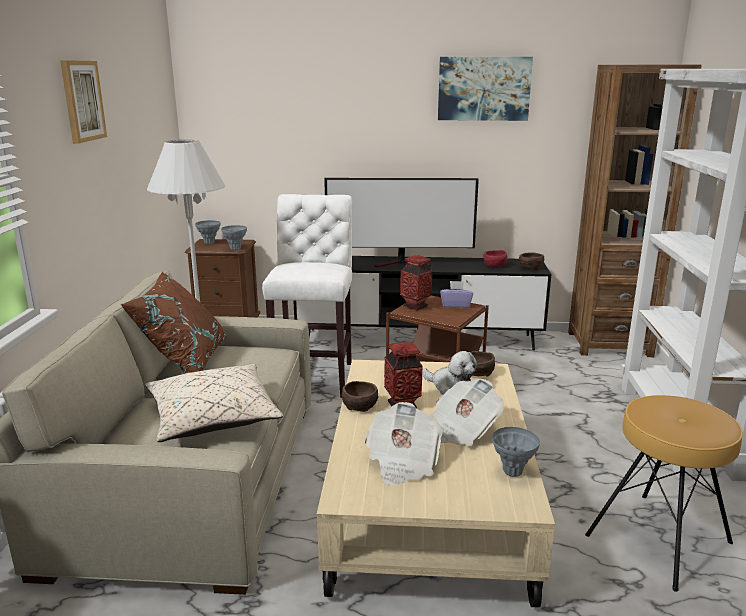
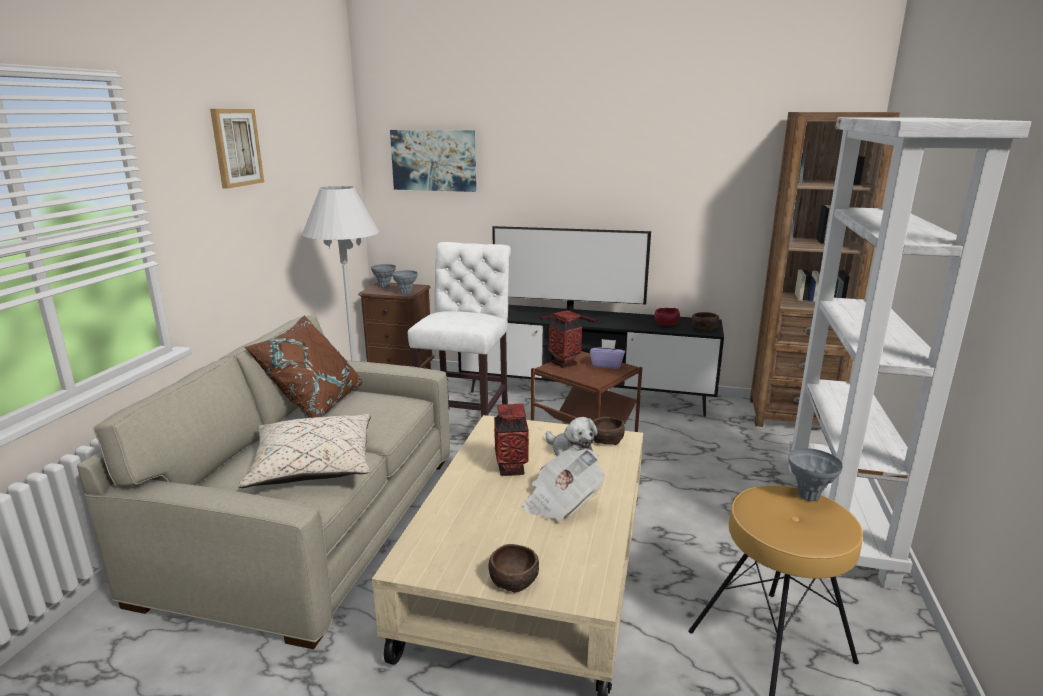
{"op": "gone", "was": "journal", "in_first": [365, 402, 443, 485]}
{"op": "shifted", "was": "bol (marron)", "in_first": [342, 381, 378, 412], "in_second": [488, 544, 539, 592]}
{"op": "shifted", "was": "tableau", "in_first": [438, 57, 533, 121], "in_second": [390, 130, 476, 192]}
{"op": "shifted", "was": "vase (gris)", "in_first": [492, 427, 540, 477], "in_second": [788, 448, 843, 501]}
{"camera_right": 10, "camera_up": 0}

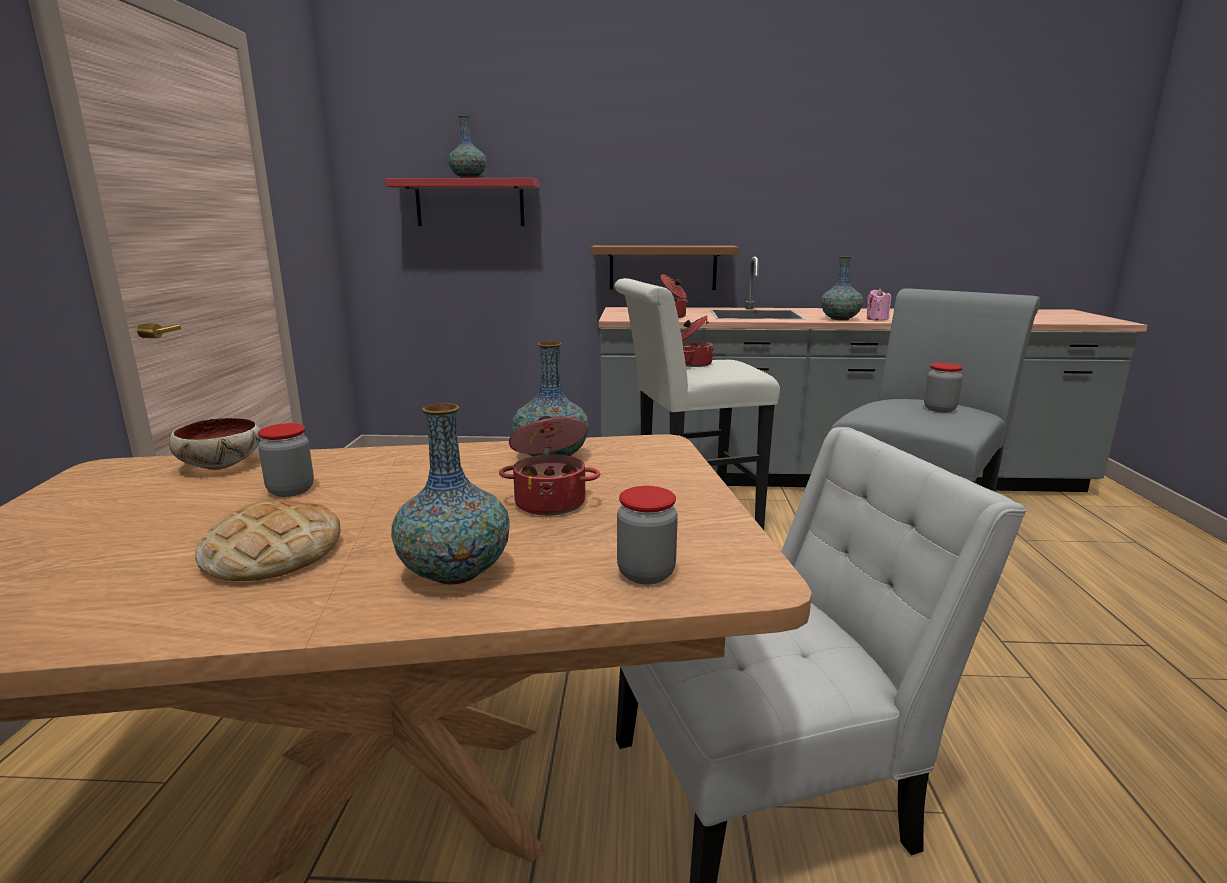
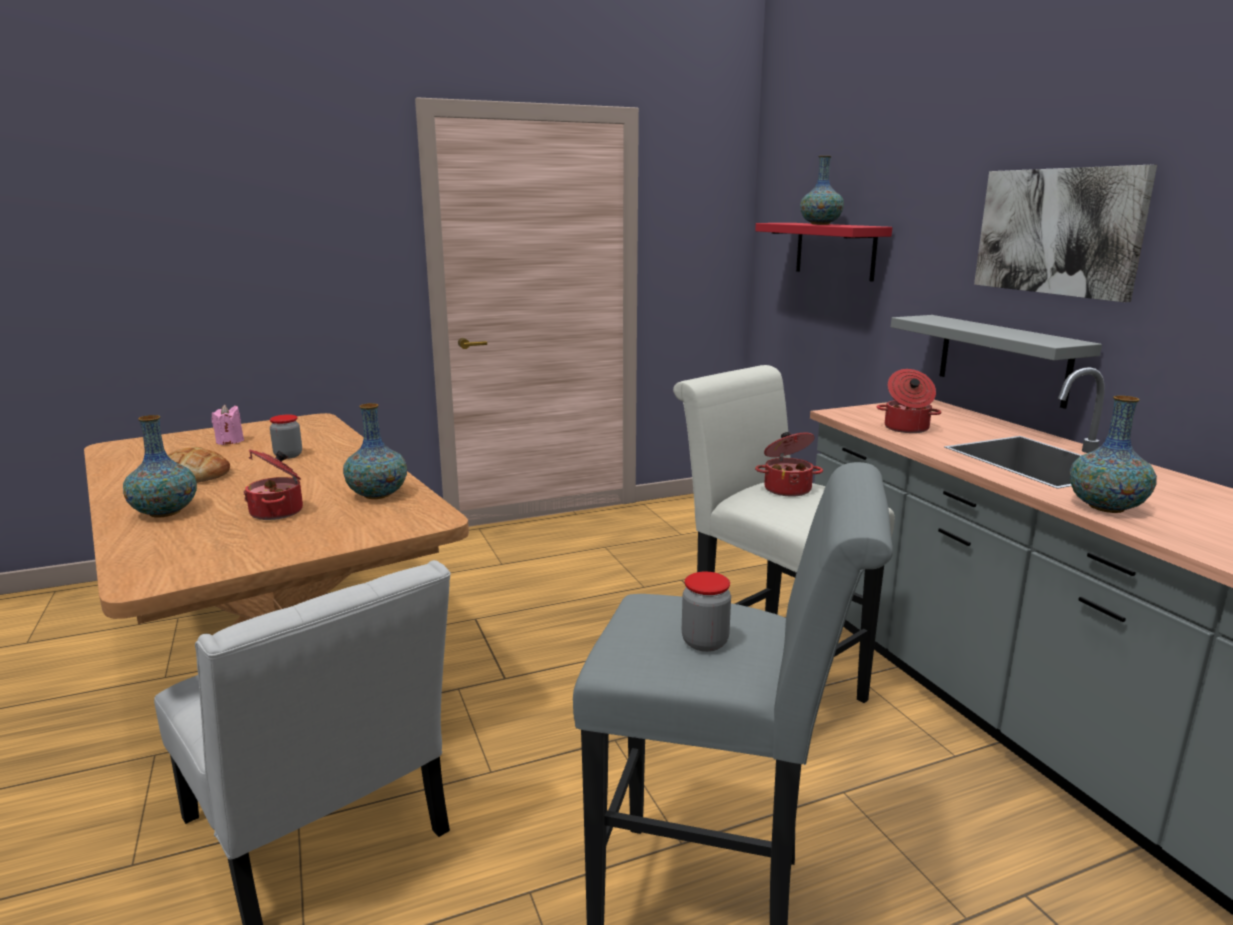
{"op": "gone", "was": "bol", "in_first": [169, 418, 261, 470]}
{"op": "gone", "was": "bocal", "in_first": [617, 486, 678, 584]}
{"op": "new", "now": "tableau", "in_second": [974, 165, 1157, 302]}
{"op": "shifted", "was": "bougie (rose)", "in_first": [867, 288, 891, 320], "in_second": [212, 405, 244, 445]}
{"op": "repainted", "was": "étagère (marron)", "now": "étagère (gris)", "in_first": [591, 245, 739, 290], "in_second": [891, 315, 1102, 409]}
{"camera_right": 65, "camera_up": 0}

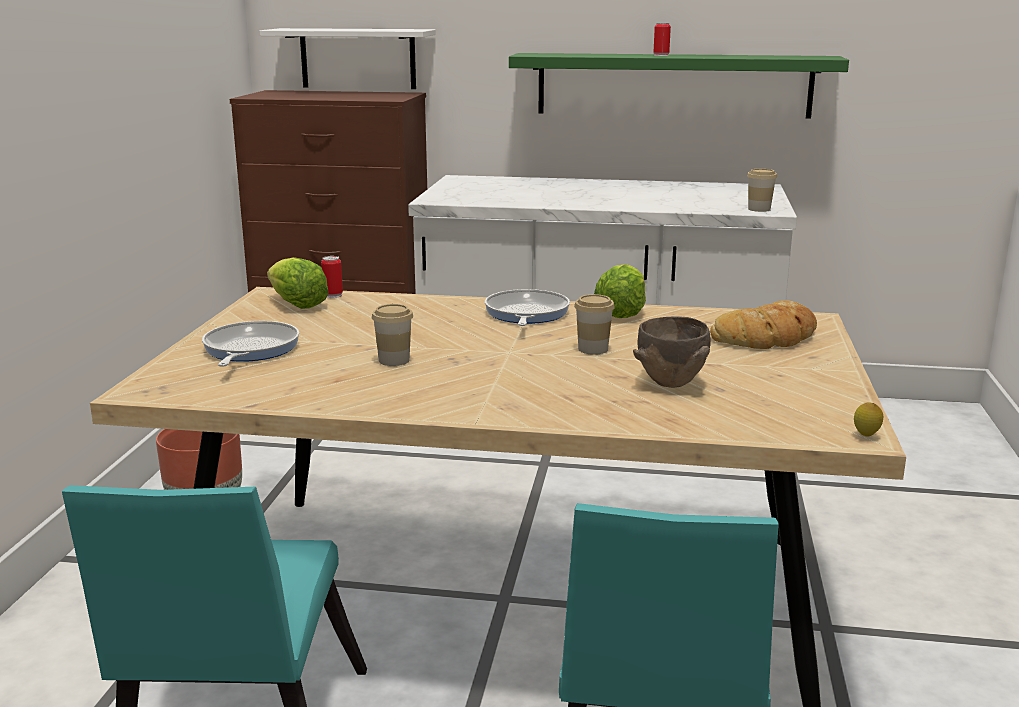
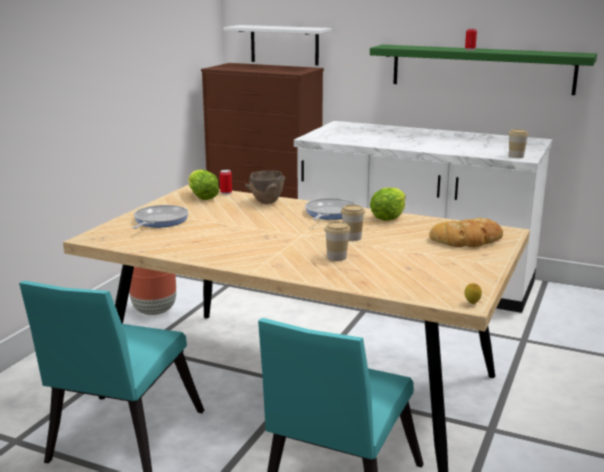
{"op": "shifted", "was": "tasse", "in_first": [372, 304, 413, 366], "in_second": [324, 222, 350, 261]}
{"op": "shifted", "was": "bol (marron)", "in_first": [633, 316, 711, 388], "in_second": [245, 171, 285, 204]}
{"camera_right": 15, "camera_up": 0}

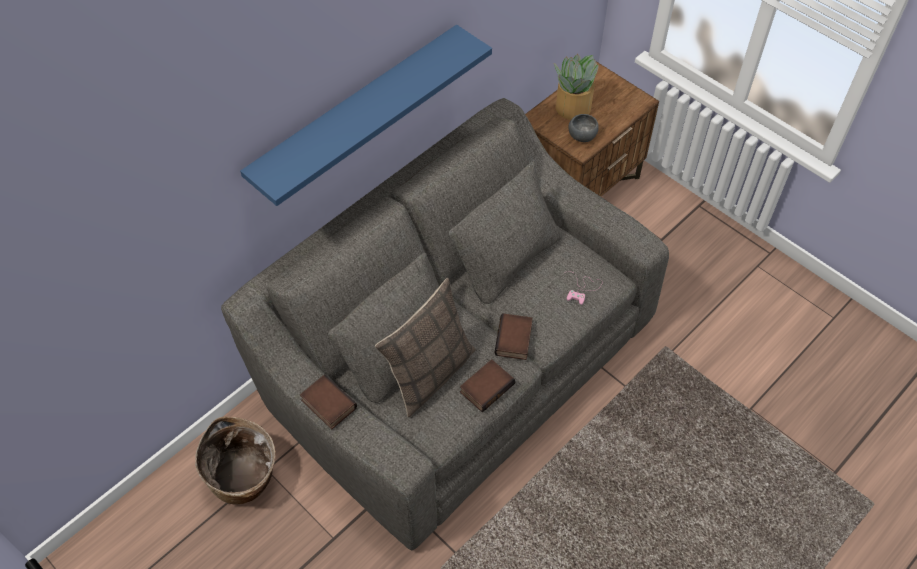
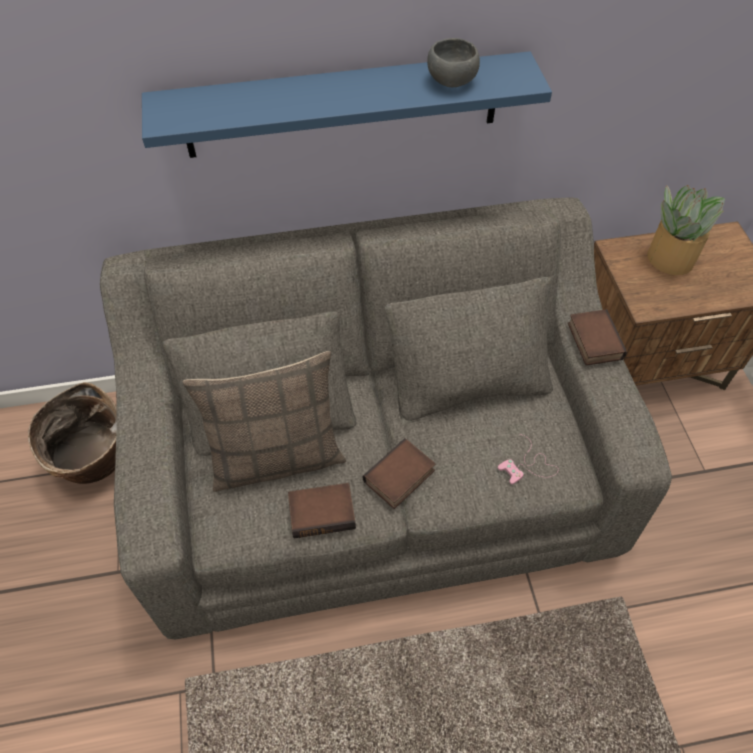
{"op": "shifted", "was": "livre", "in_first": [300, 374, 357, 429], "in_second": [568, 309, 627, 365]}
{"op": "shifted", "was": "bol (gris)", "in_first": [568, 114, 599, 142], "in_second": [427, 38, 480, 87]}
{"camera_right": 35, "camera_up": 0}

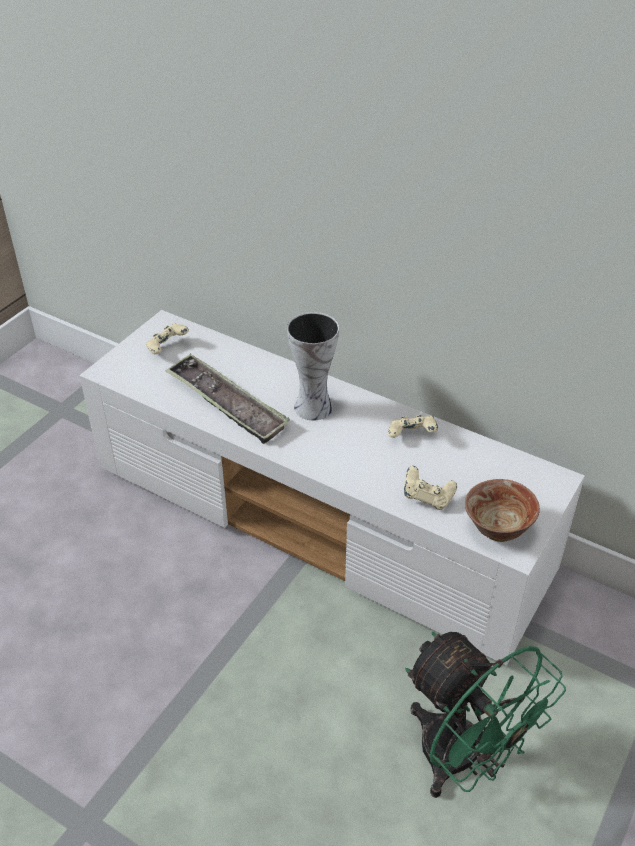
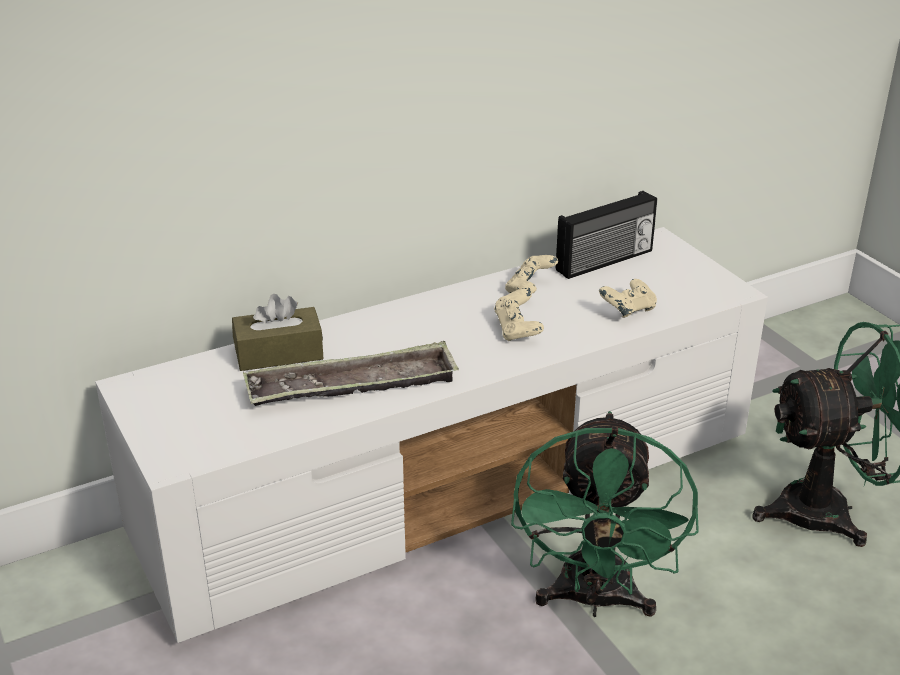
{"op": "gone", "was": "vase", "in_first": [287, 312, 339, 421]}
{"op": "gone", "was": "bol", "in_first": [465, 479, 540, 542]}
{"op": "new", "now": "boîte à mouchoirs (marron)", "in_second": [232, 294, 324, 371]}
{"op": "new", "now": "ventilateur (vert)", "in_second": [511, 411, 699, 617]}
{"op": "new", "now": "radio", "in_second": [556, 191, 657, 279]}
{"op": "shifted", "was": "manette (beige)", "in_first": [146, 323, 189, 354], "in_second": [494, 289, 544, 341]}
{"camera_right": -60, "camera_up": -10}

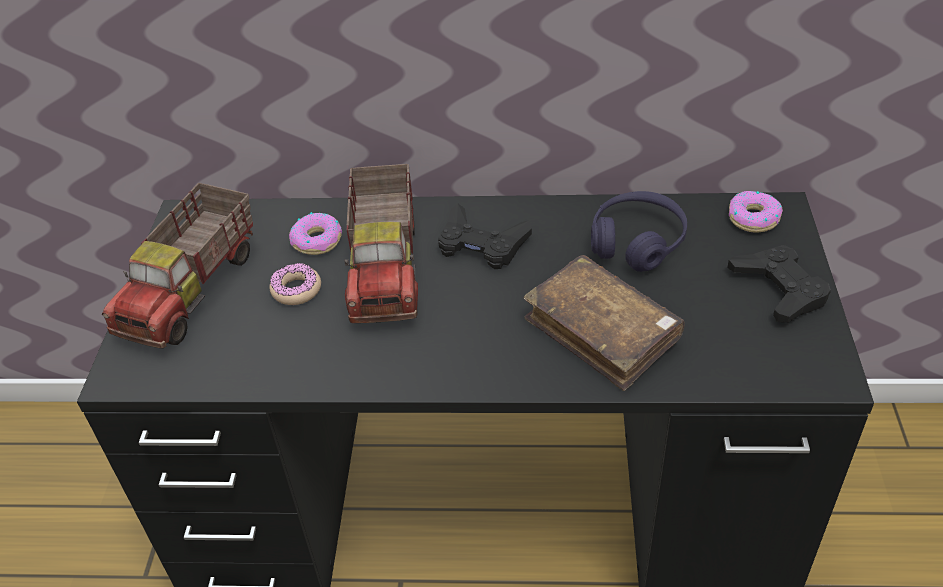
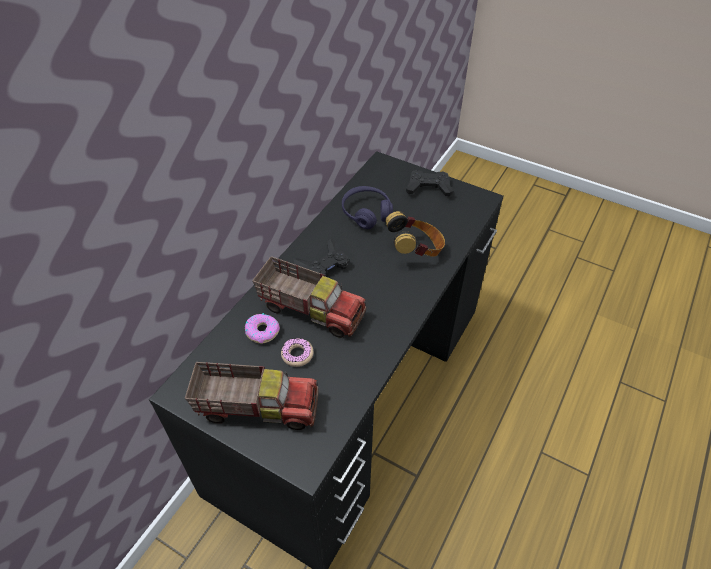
{"op": "gone", "was": "beignet", "in_first": [729, 191, 783, 233]}
{"op": "swapped", "was": "livre (marron)", "now": "casque audio", "in_first": [524, 255, 685, 391], "in_second": [385, 211, 445, 257]}
{"op": "rotated", "was": "camion jouet", "in_first": [102, 183, 253, 349], "in_second": [185, 362, 319, 430], "clockwise": -45}
{"camera_right": -65, "camera_up": 5}

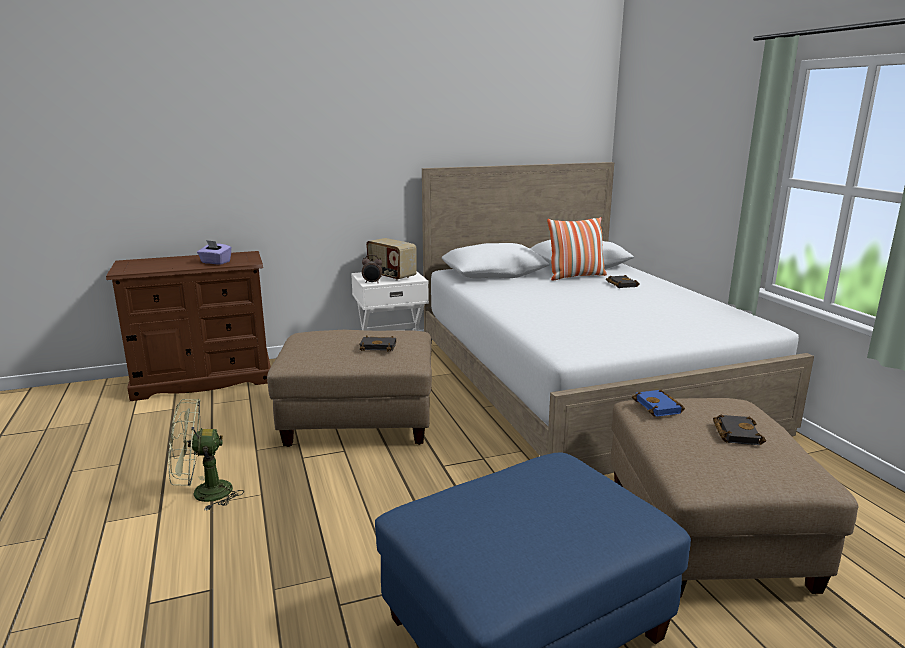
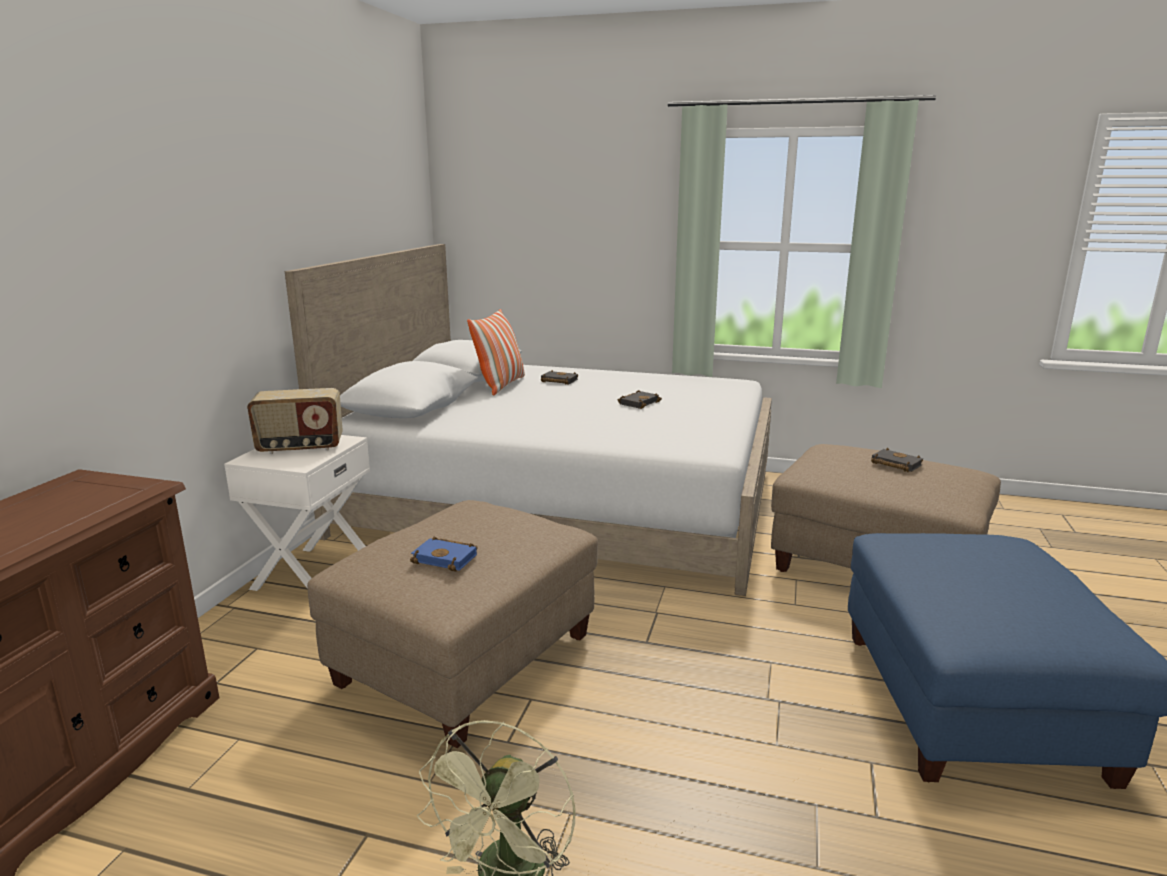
{"op": "gone", "was": "boîte à mouchoirs (violet)", "in_first": [197, 240, 232, 265]}
{"op": "gone", "was": "réveil", "in_first": [362, 255, 382, 283]}
{"op": "shifted", "was": "livre (noir)", "in_first": [359, 336, 396, 351], "in_second": [618, 390, 662, 409]}
{"op": "shifted", "was": "livre (bleu)", "in_first": [632, 389, 685, 417], "in_second": [410, 537, 478, 572]}
{"camera_right": -55, "camera_up": 0}

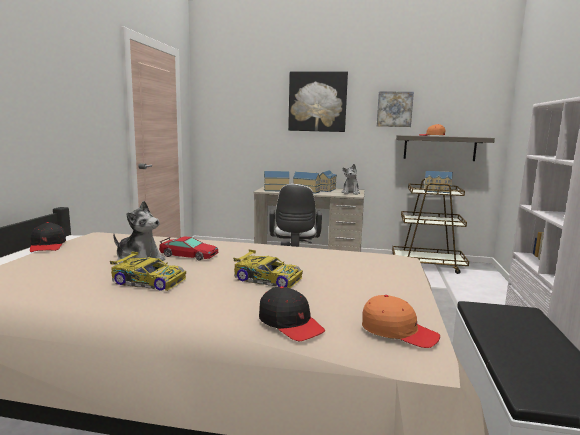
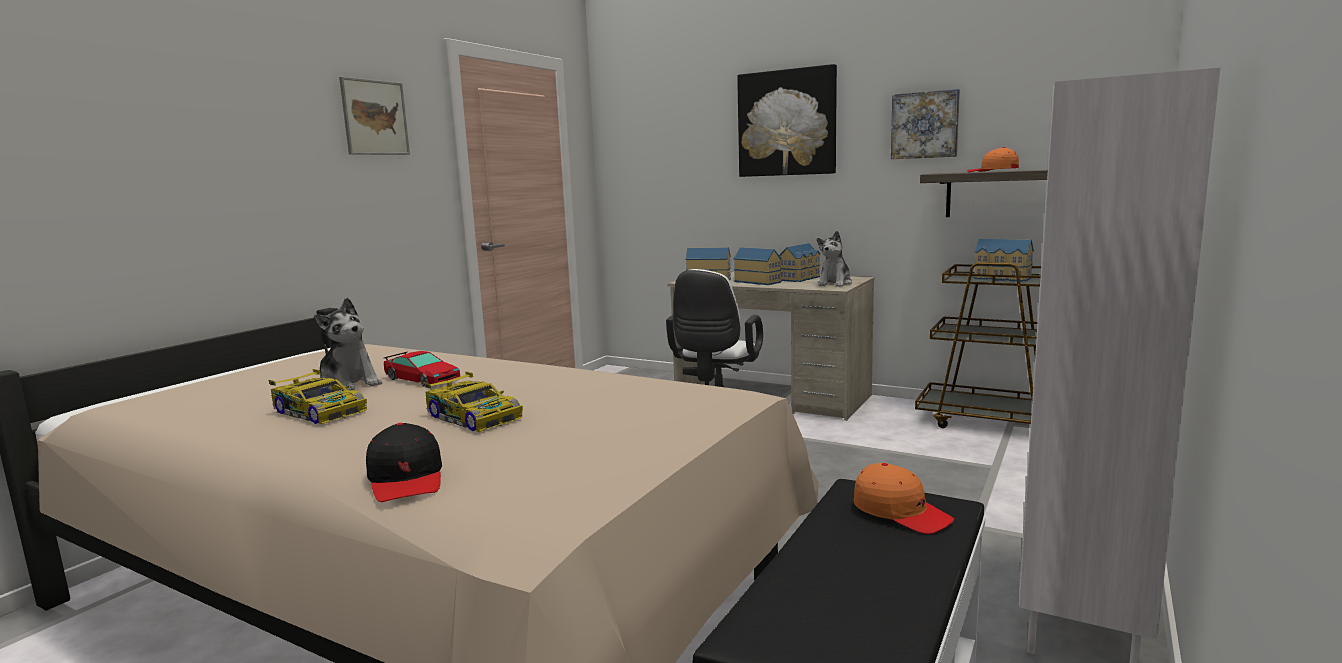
{"op": "gone", "was": "casquette (noir)", "in_first": [30, 222, 66, 252]}
{"op": "new", "now": "tableau", "in_second": [339, 77, 410, 155]}
{"op": "shifted", "was": "casquette (orange)", "in_first": [362, 295, 440, 348], "in_second": [854, 463, 954, 534]}
{"camera_right": 20, "camera_up": 0}

